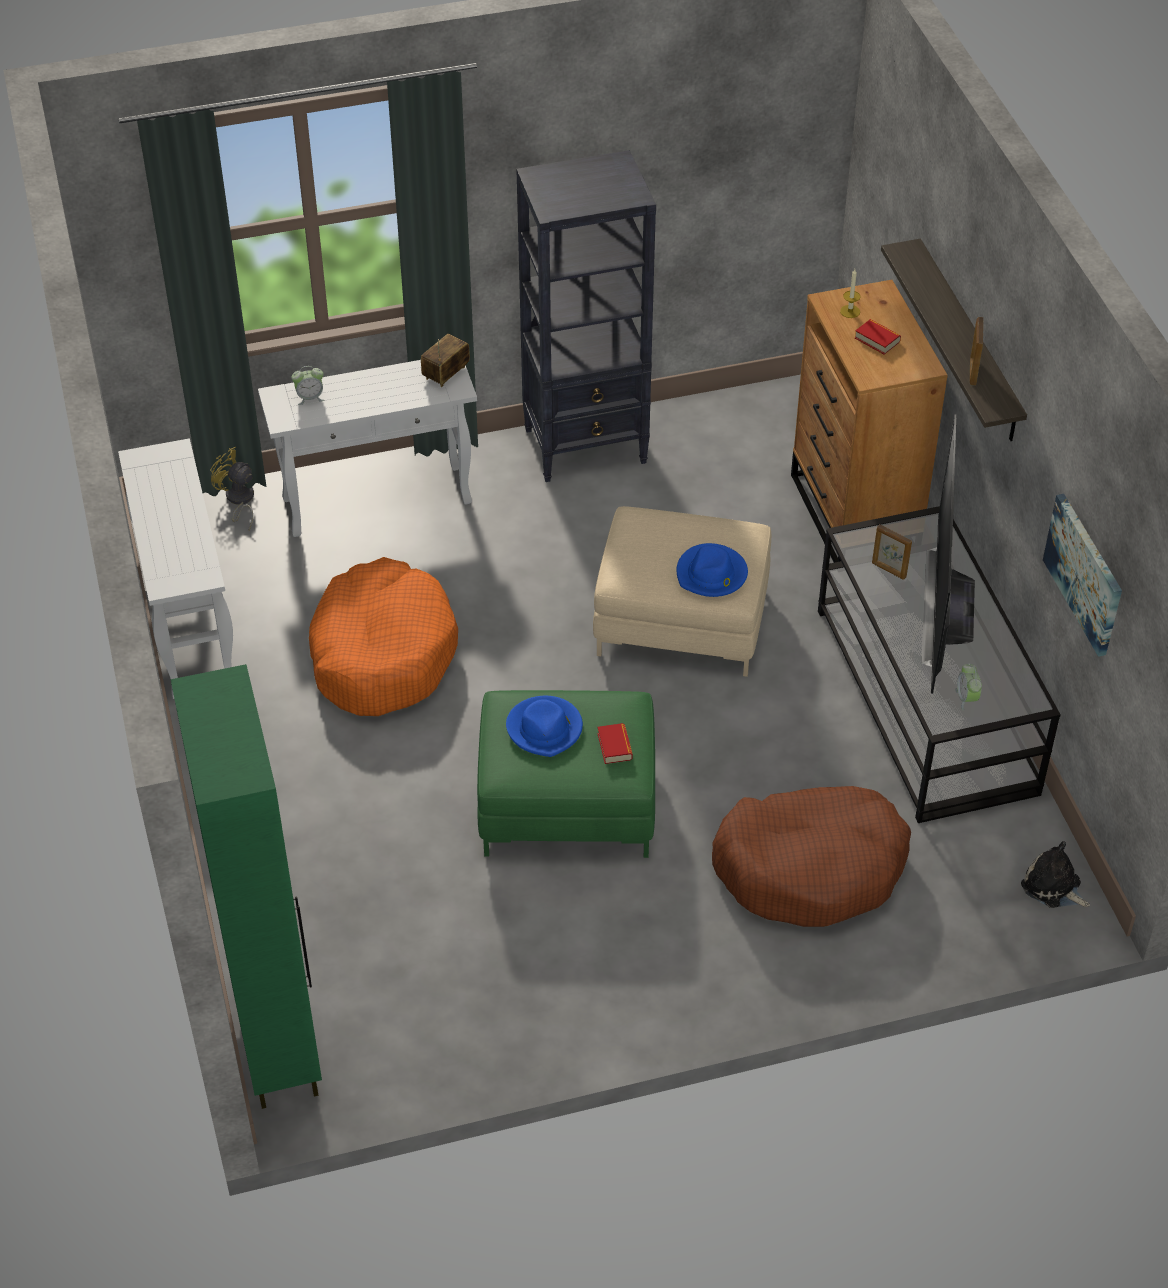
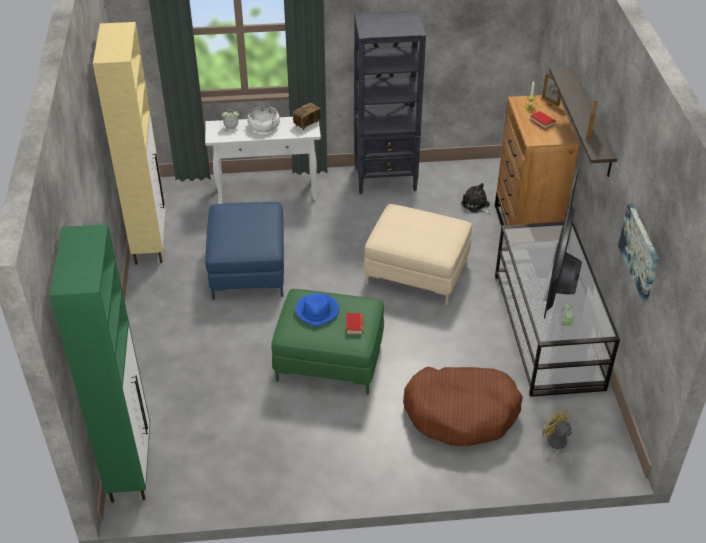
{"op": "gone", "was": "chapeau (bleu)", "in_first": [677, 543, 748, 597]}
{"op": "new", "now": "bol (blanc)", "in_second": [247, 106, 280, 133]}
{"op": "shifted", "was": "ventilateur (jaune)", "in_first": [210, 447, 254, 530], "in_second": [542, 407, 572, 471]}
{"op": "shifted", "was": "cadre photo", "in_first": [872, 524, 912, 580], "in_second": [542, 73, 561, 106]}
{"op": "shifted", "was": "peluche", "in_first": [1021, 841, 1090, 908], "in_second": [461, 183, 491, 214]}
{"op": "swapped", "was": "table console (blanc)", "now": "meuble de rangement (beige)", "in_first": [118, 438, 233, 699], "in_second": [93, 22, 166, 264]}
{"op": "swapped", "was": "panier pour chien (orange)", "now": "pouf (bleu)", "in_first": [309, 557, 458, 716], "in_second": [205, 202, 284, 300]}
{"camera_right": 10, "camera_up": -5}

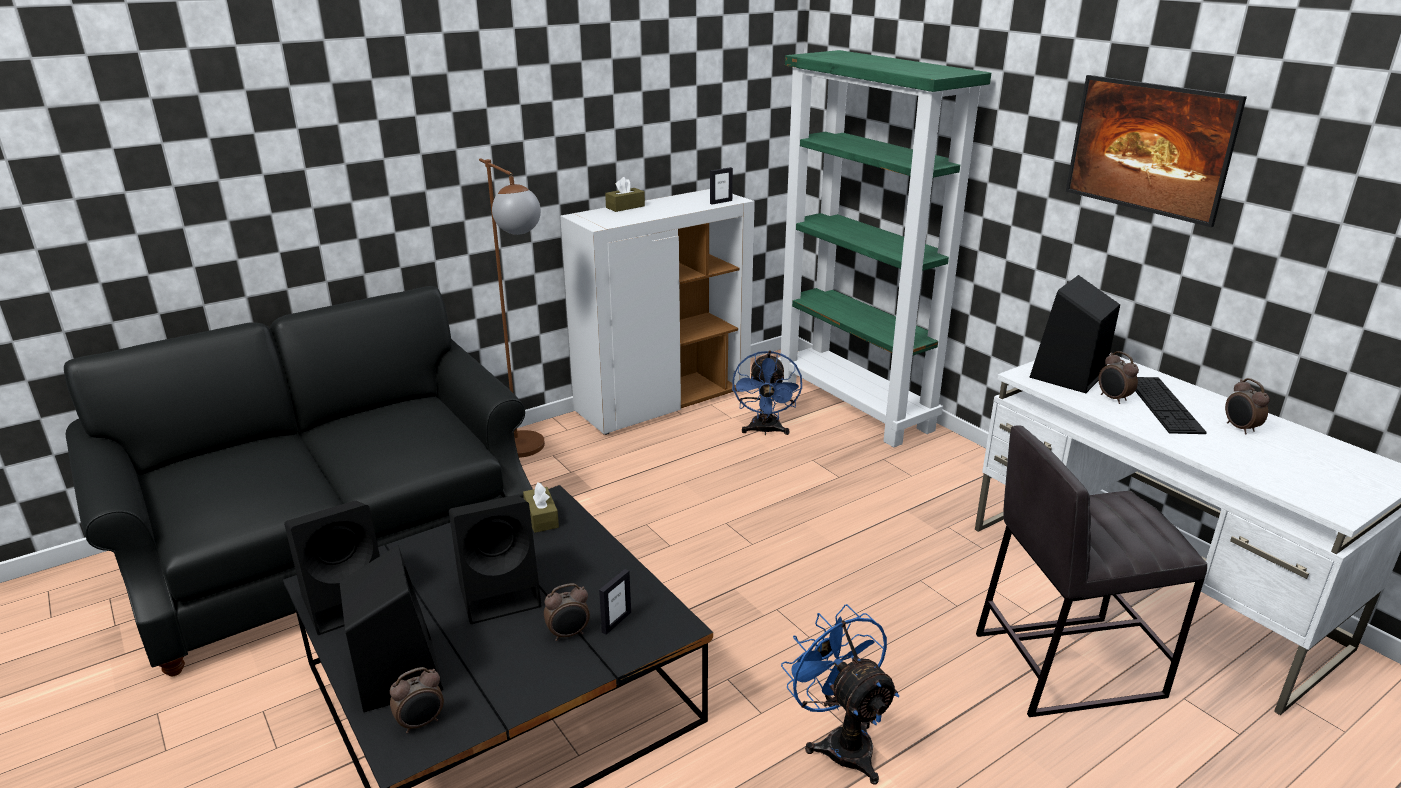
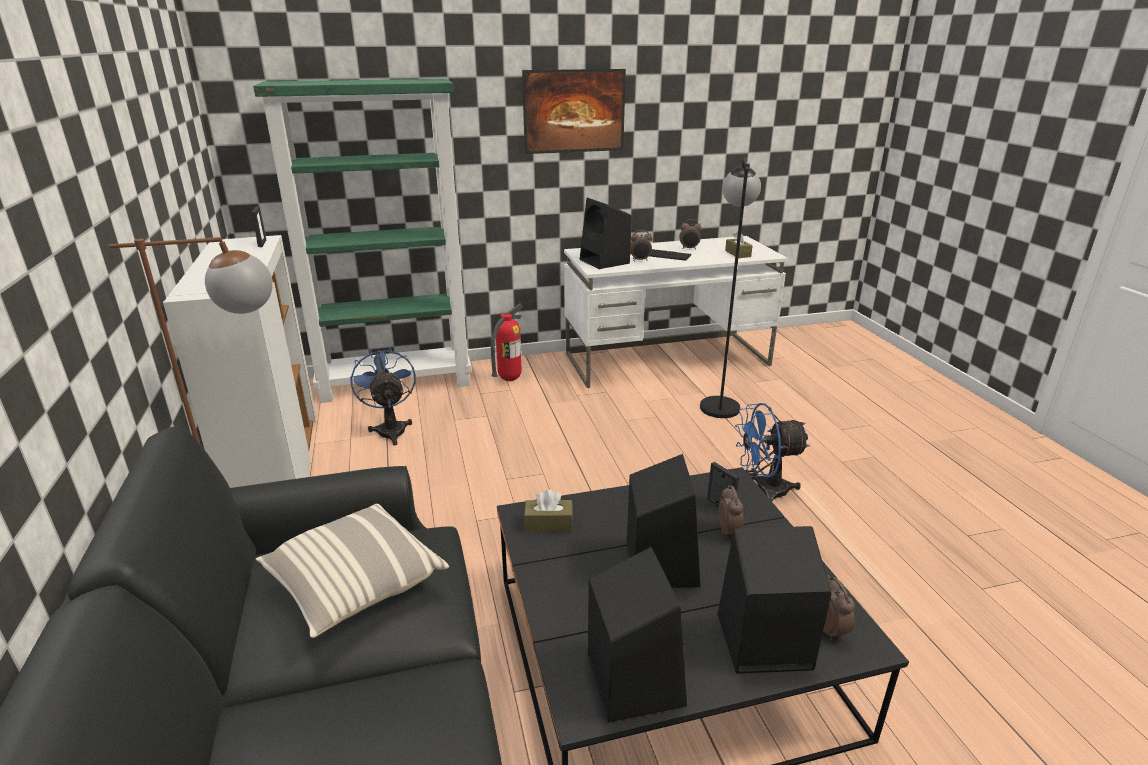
{"op": "new", "now": "coussin", "in_second": [256, 504, 449, 638]}
{"op": "new", "now": "extincteur", "in_second": [491, 303, 523, 381]}
{"op": "shifted", "was": "boîte à mouchoirs (marron)", "in_first": [605, 177, 645, 212], "in_second": [725, 232, 753, 258]}
{"op": "swapped", "was": "tabouret (gris)", "now": "lampadaire (noir)", "in_first": [976, 425, 1207, 717], "in_second": [700, 158, 761, 418]}
{"op": "rotated", "was": "ventilateur (bleu)", "in_first": [732, 351, 802, 436], "in_second": [350, 347, 416, 445], "clockwise": -135}
{"camera_right": -70, "camera_up": 0}

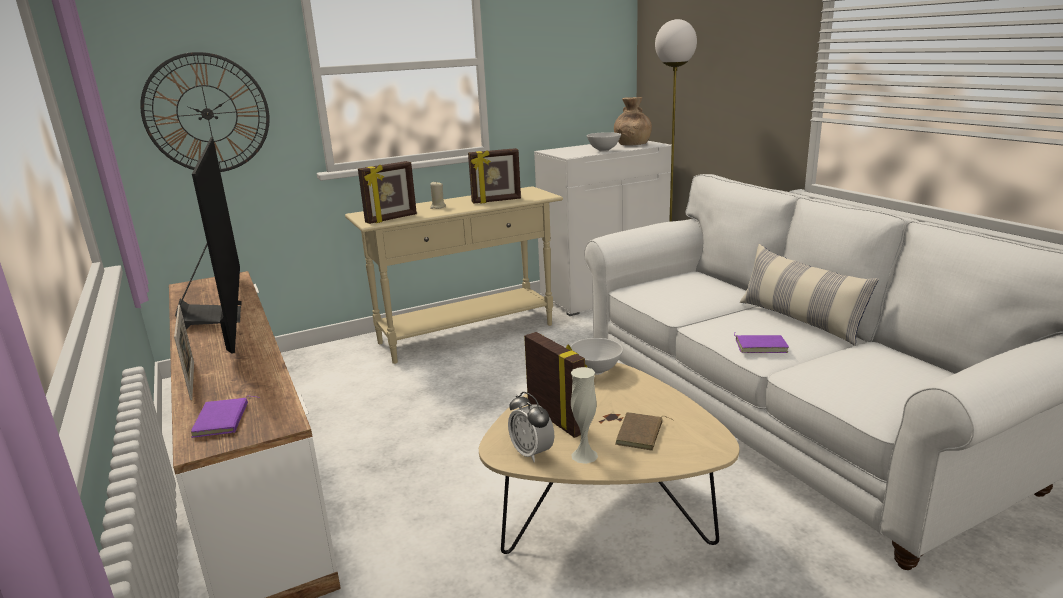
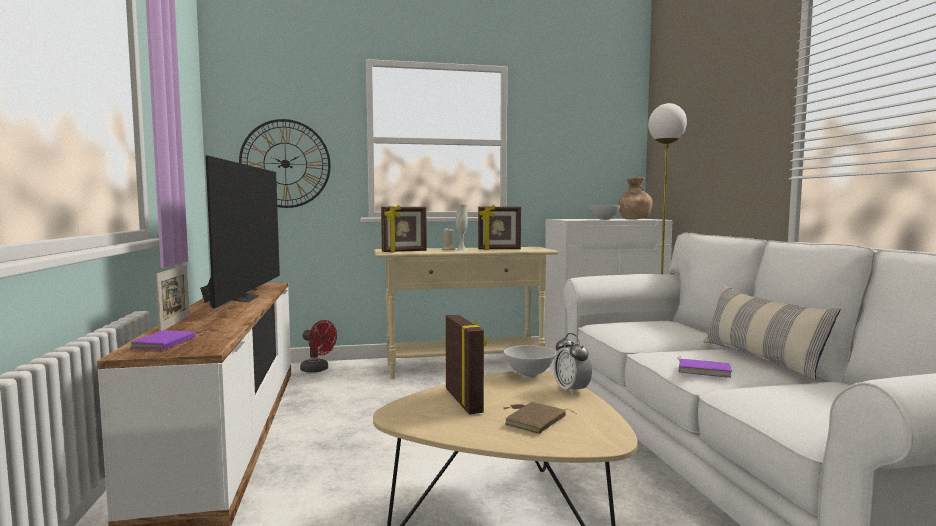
{"op": "new", "now": "ventilateur (rouge)", "in_second": [300, 320, 337, 373]}
{"op": "shifted", "was": "réveil", "in_first": [508, 392, 554, 463], "in_second": [553, 333, 592, 395]}
{"op": "shifted", "was": "vase (blanc)", "in_first": [571, 367, 598, 464], "in_second": [456, 205, 468, 251]}
{"camera_right": 15, "camera_up": -15}

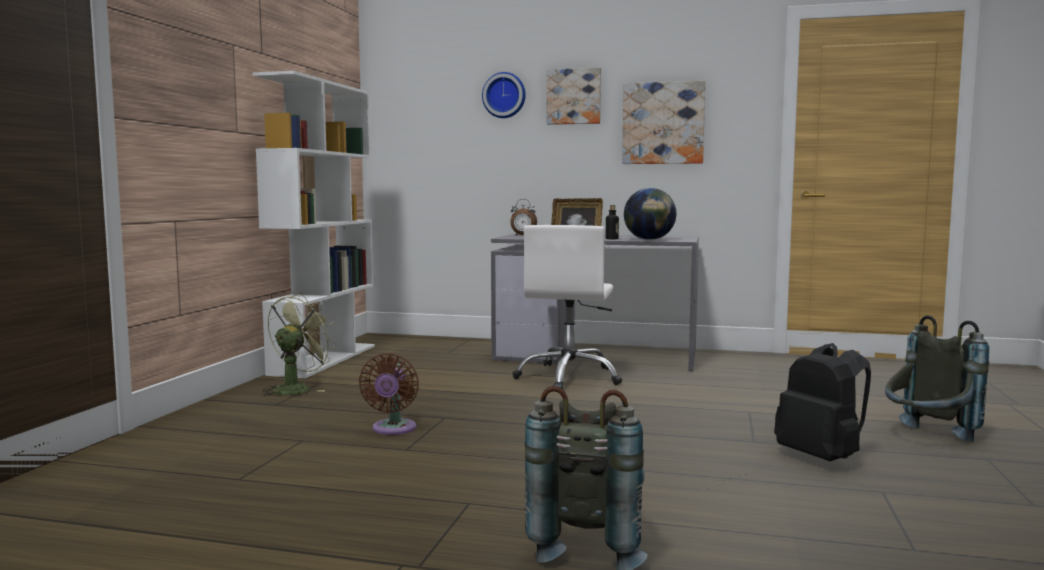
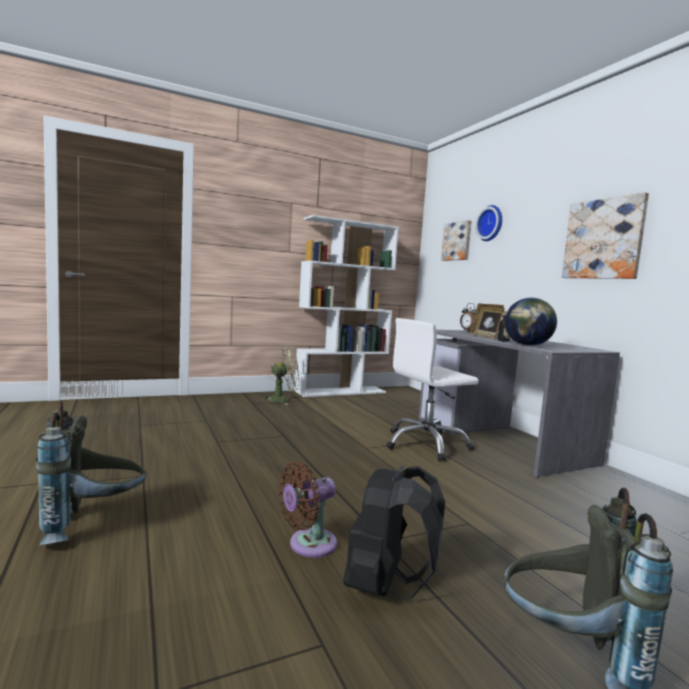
{"op": "shifted", "was": "ventilateur (marron)", "in_first": [359, 353, 419, 435], "in_second": [278, 462, 337, 558]}
{"op": "shifted", "was": "tableau", "in_first": [547, 67, 601, 125], "in_second": [441, 220, 472, 261]}
{"camera_right": 50, "camera_up": 0}

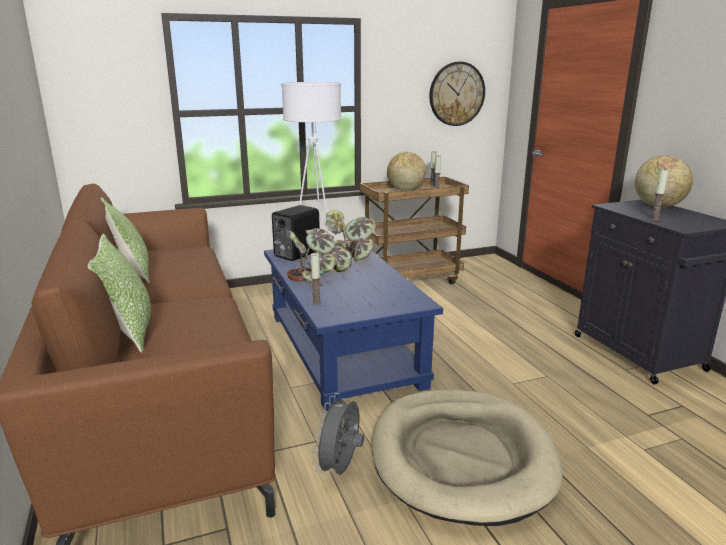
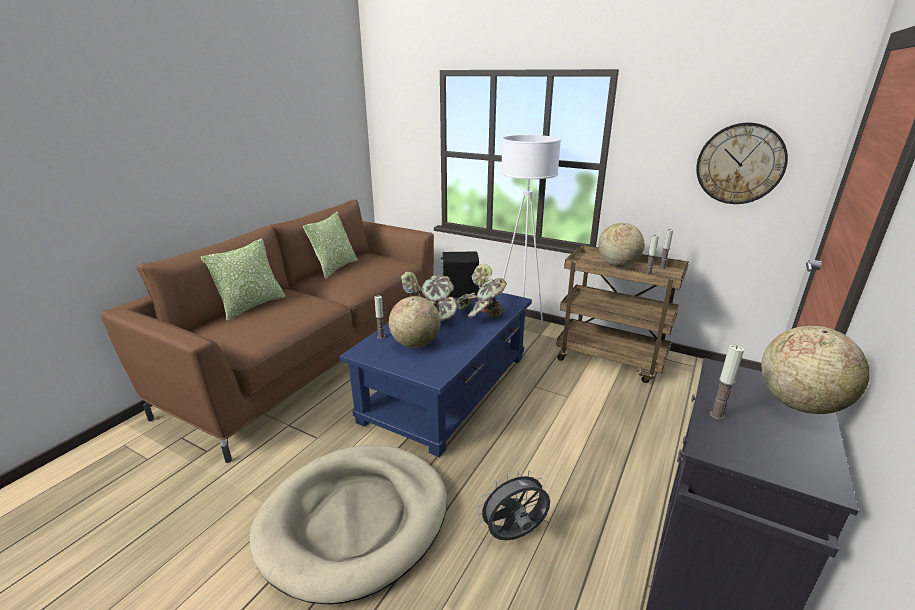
{"op": "new", "now": "globe", "in_second": [389, 296, 441, 348]}
{"op": "shifted", "was": "ventilateur (gris)", "in_first": [312, 393, 364, 476], "in_second": [477, 470, 550, 541]}
{"camera_right": 50, "camera_up": 5}

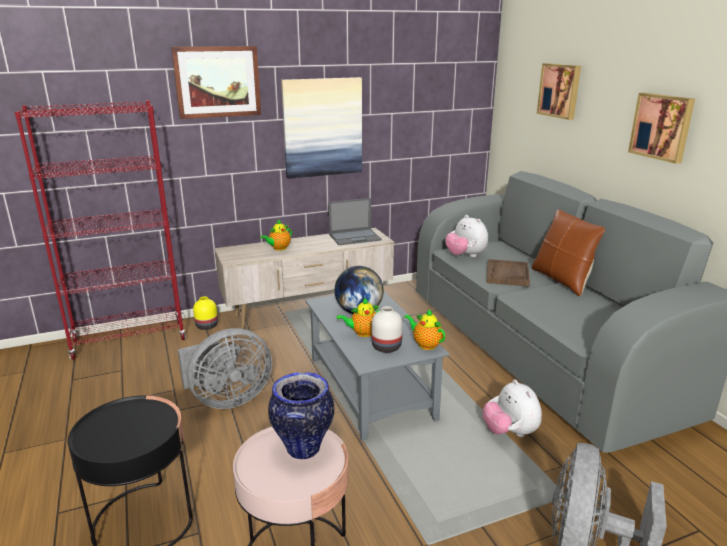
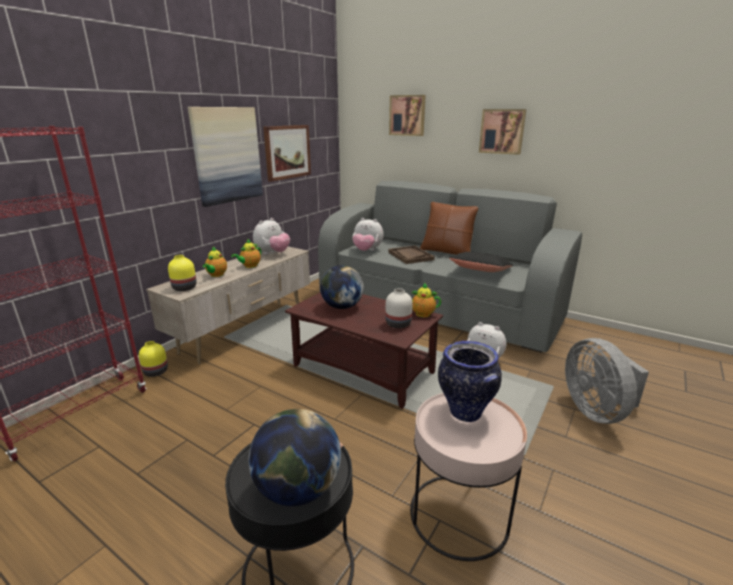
{"op": "gone", "was": "ventilateur (gris)", "in_first": [178, 328, 272, 409]}
{"op": "new", "now": "vase (jaune)", "in_second": [168, 255, 196, 291]}
{"op": "new", "now": "globe", "in_second": [249, 409, 341, 506]}
{"op": "new", "now": "coussin (noir)", "in_second": [449, 252, 513, 272]}
{"op": "shifted", "was": "tableau", "in_first": [171, 46, 261, 119], "in_second": [263, 125, 311, 182]}
{"op": "shifted", "was": "théière", "in_first": [337, 298, 380, 337], "in_second": [231, 239, 261, 268]}
{"op": "swapped", "was": "ordinateur portable", "now": "peluche", "in_first": [329, 198, 382, 245], "in_second": [253, 218, 290, 255]}
{"op": "repainted", "was": "table basse (gris)", "now": "table basse (marron)", "in_first": [305, 291, 449, 442], "in_second": [285, 292, 443, 409]}
{"camera_right": -35, "camera_up": 0}

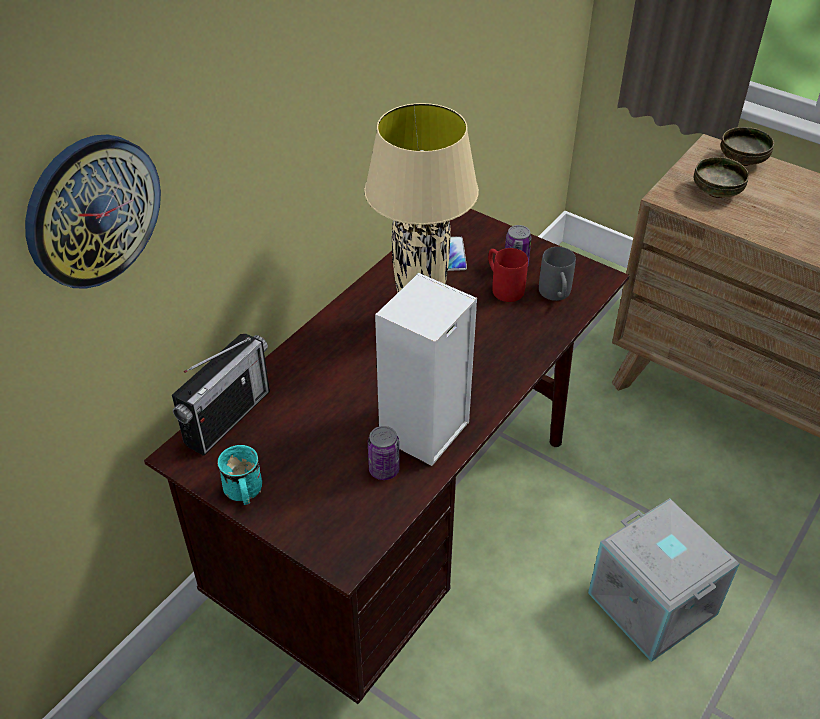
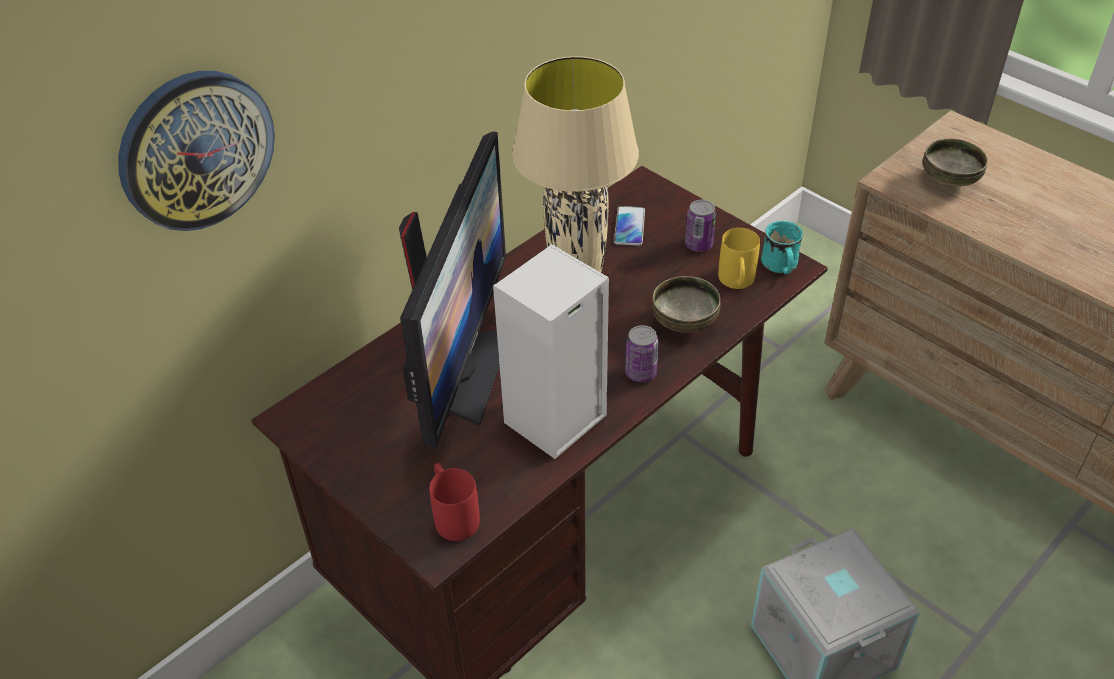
{"op": "gone", "was": "radio", "in_first": [172, 334, 270, 456]}
{"op": "new", "now": "écran d'ordinateur", "in_second": [399, 132, 506, 448]}
{"op": "shifted", "was": "mug (turquoise)", "in_first": [217, 445, 262, 505], "in_second": [761, 221, 803, 275]}
{"op": "shifted", "was": "boîte métallique", "in_first": [368, 426, 400, 480], "in_second": [625, 325, 659, 382]}
{"op": "shifted", "was": "mug (rouge)", "in_first": [488, 248, 528, 302], "in_second": [430, 463, 480, 541]}
{"op": "shifted", "was": "bol", "in_first": [721, 127, 774, 166], "in_second": [652, 276, 721, 333]}
{"op": "repainted", "was": "mug (gris)", "now": "mug (jaune)", "in_first": [539, 247, 576, 301], "in_second": [718, 228, 760, 289]}
{"camera_right": 10, "camera_up": 0}

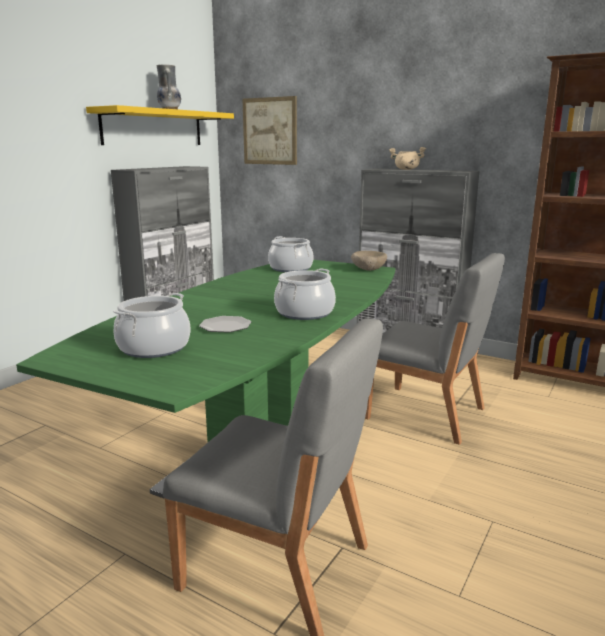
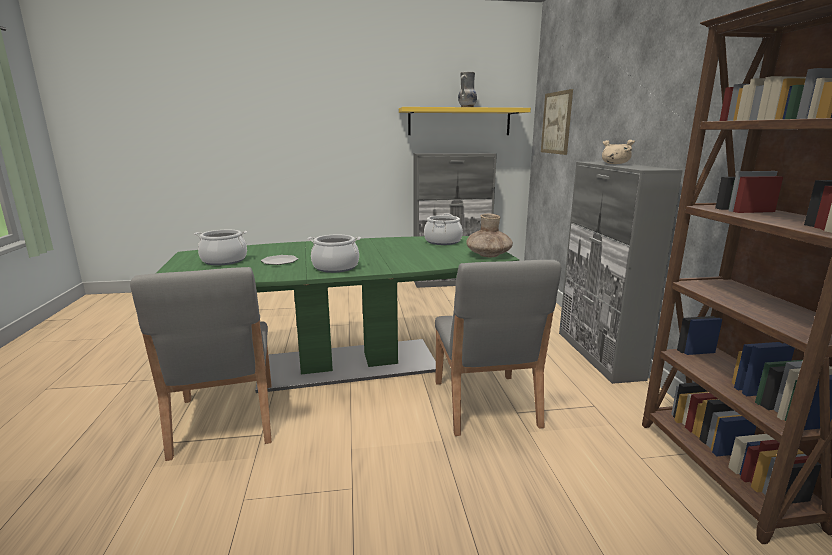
{"op": "swapped", "was": "bol (beige)", "now": "vase (marron)", "in_first": [351, 251, 387, 271], "in_second": [466, 214, 513, 257]}
{"camera_right": 50, "camera_up": 0}

